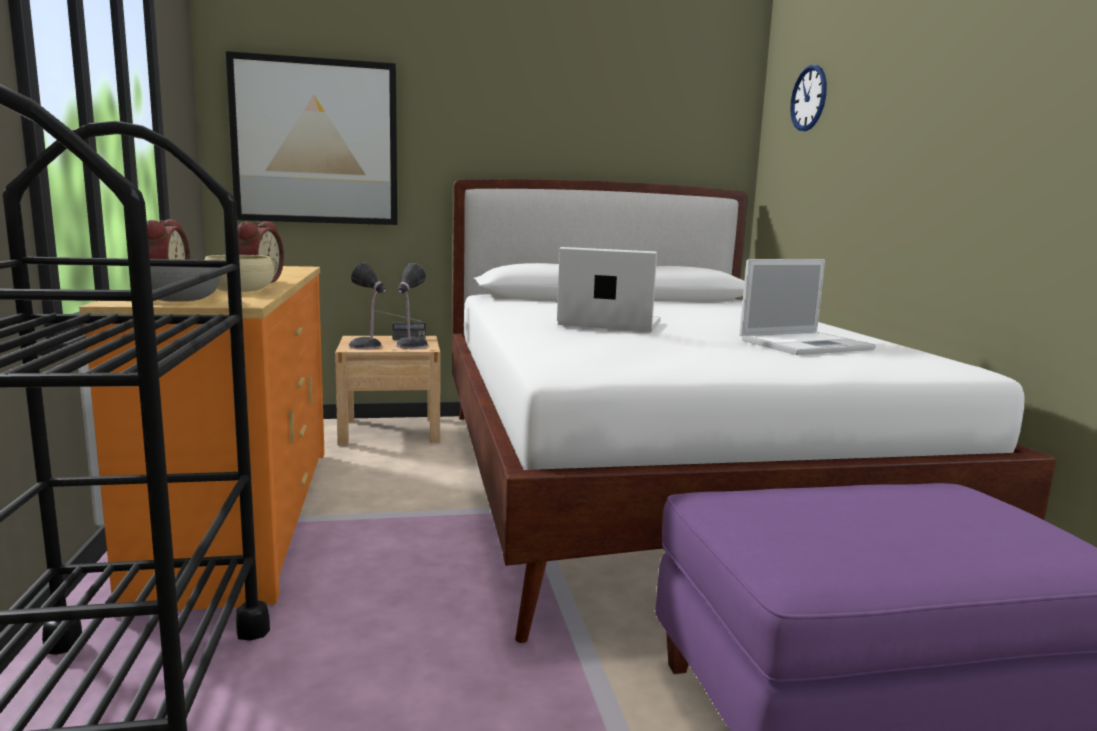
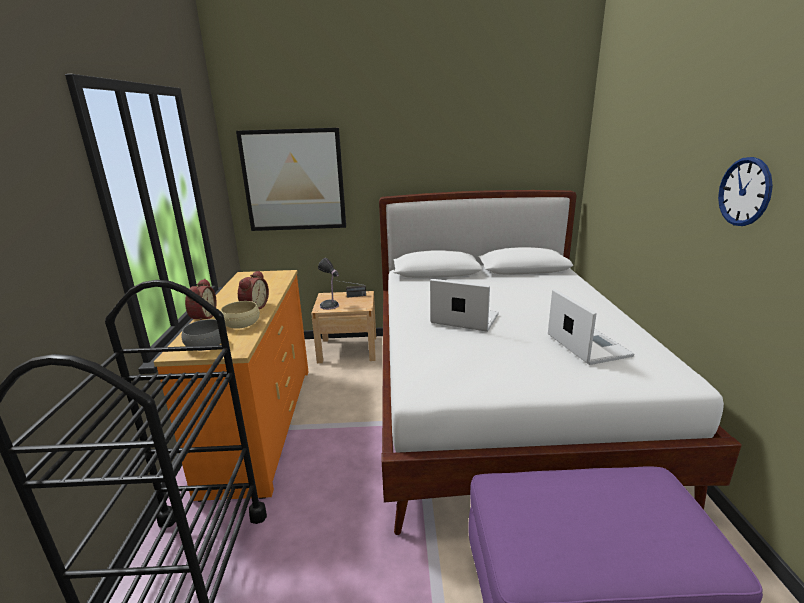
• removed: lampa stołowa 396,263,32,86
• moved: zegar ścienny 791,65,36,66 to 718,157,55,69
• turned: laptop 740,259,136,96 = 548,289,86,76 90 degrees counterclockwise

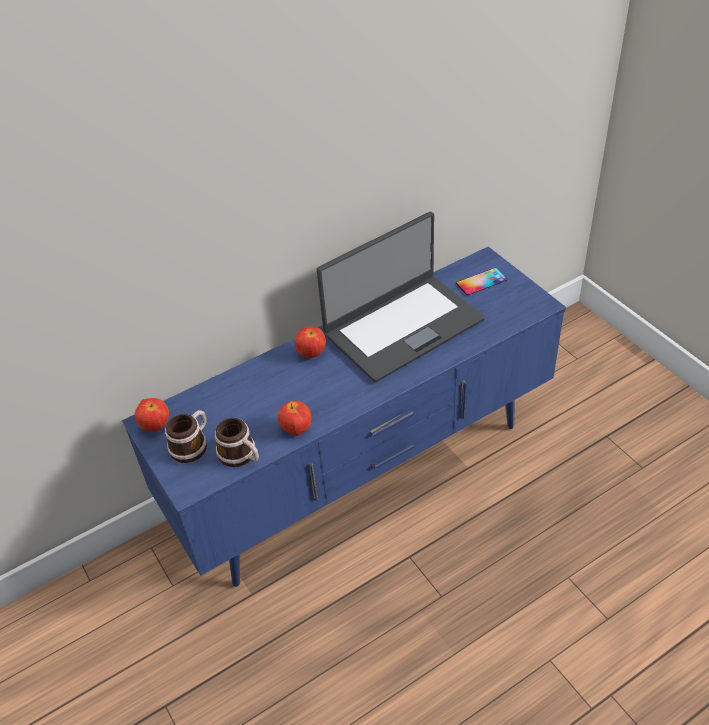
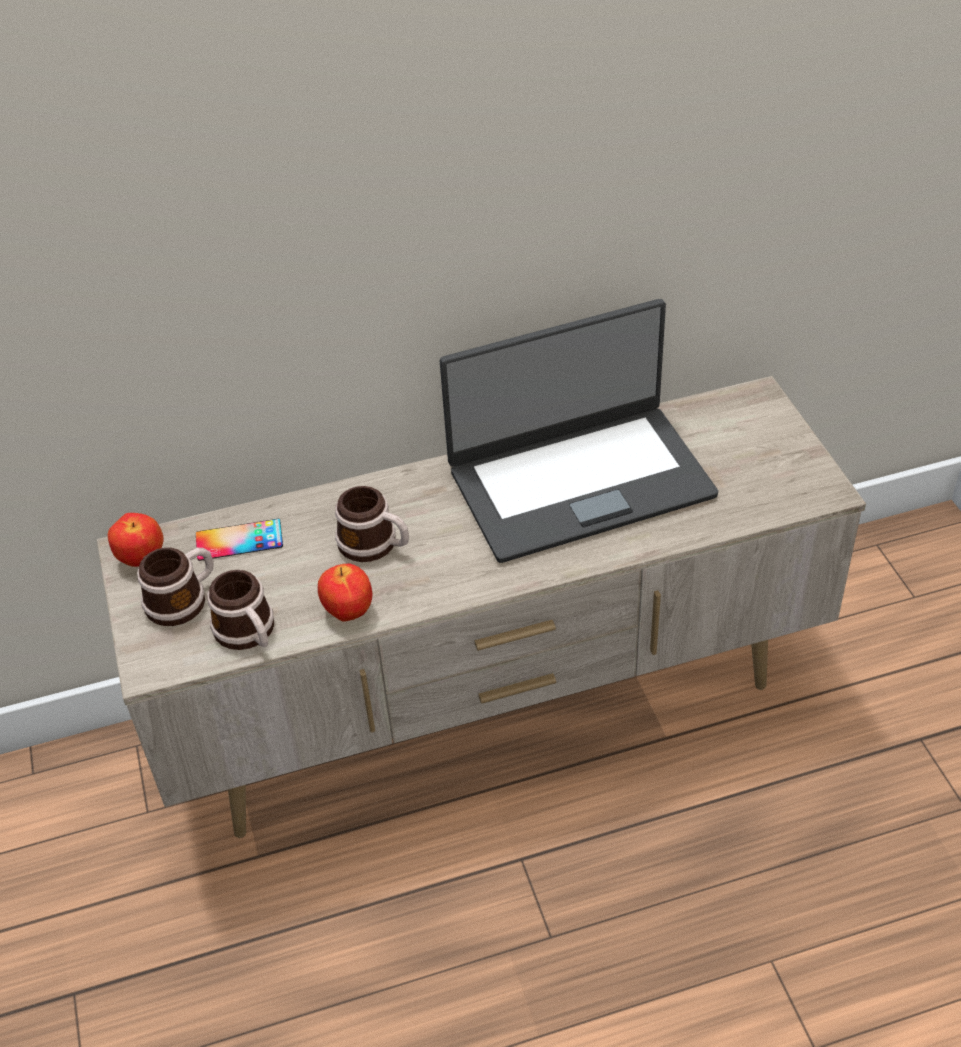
• removed: jabłko 295,326,31,32
• added: kubek 335,486,74,76
• moved: telefon 456,268,51,27 to 196,519,87,42
• recoloured: szafka pod telewizor (niebieski) 122,246,444,341 to szafka pod telewizor (beżowy) 97,376,769,462

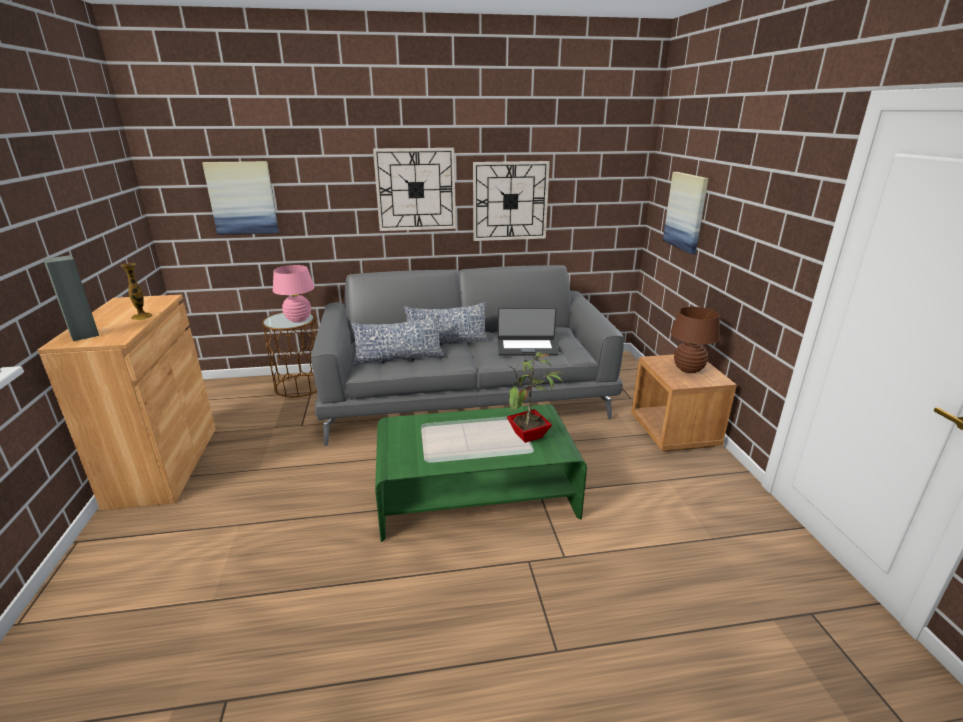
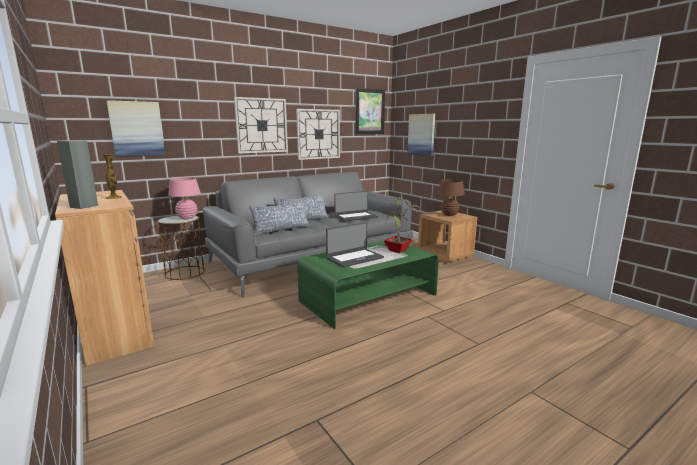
• added: laptop 326,222,58,45
• added: obraz 355,88,30,46

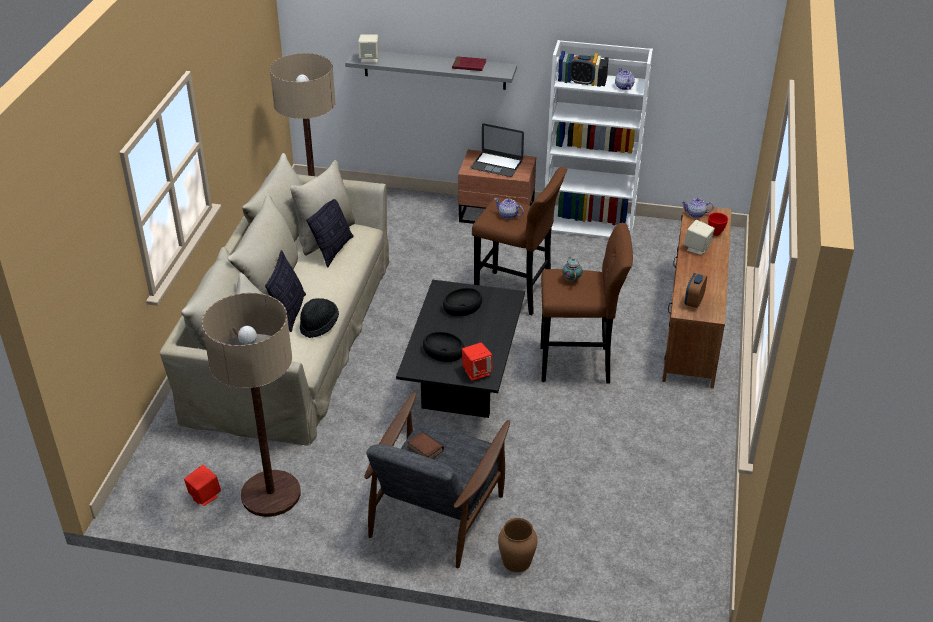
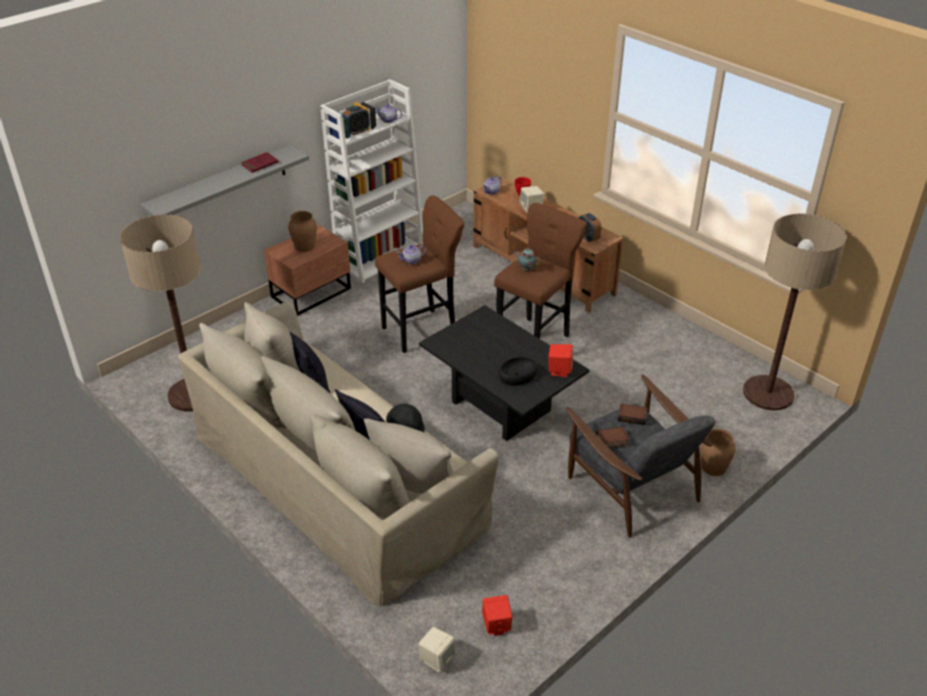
• removed: miska (czarny) 443,288,39,28
• added: książka 618,404,30,21
• moved: lampa stojąca 202,293,99,224 to 743,214,104,197
• moved: głośnik (beżowy) 358,34,21,29 to 418,627,38,45
• replaced: laptop 470,124,54,53 to wazon (brązowy) 288,211,29,41

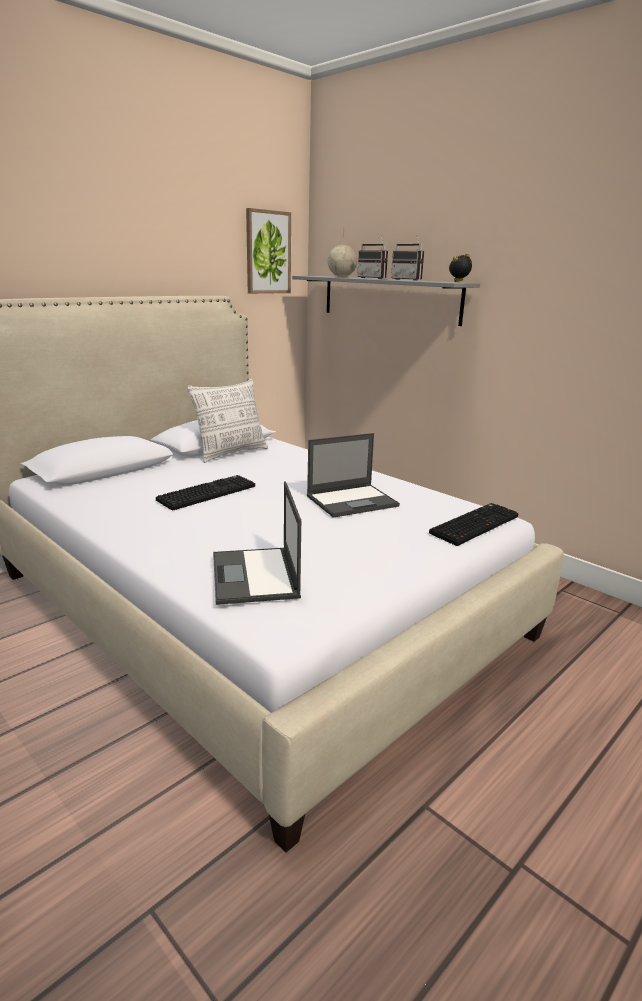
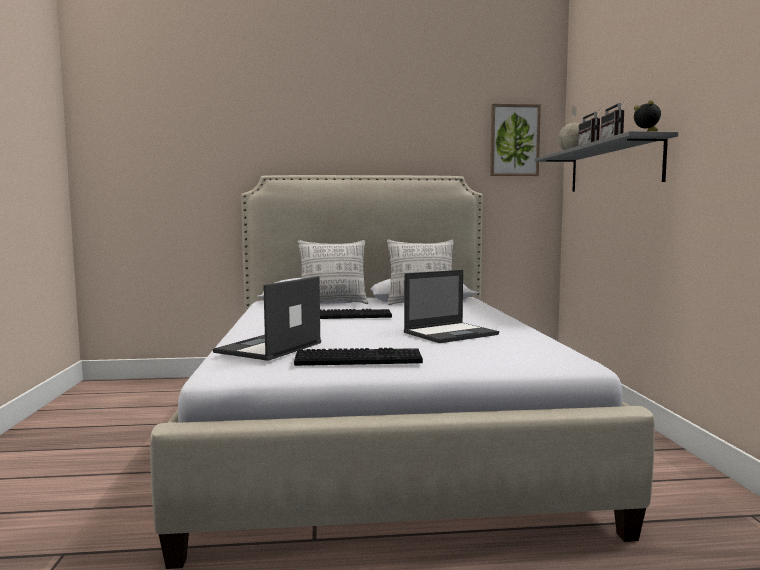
• added: poduszka 298,240,70,64
• moved: klawiatura 429,503,90,43 to 294,348,129,18
• turned: laptop 307,433,93,85 = 404,270,95,73 45 degrees counterclockwise

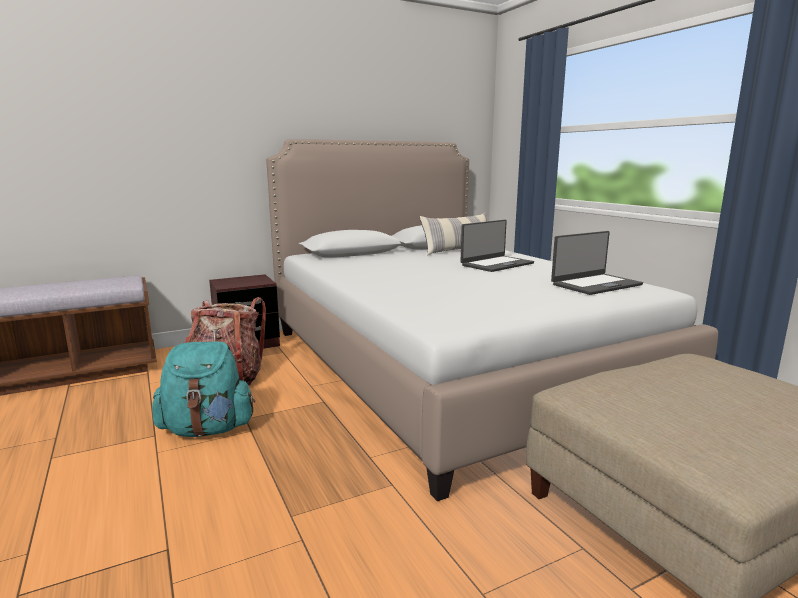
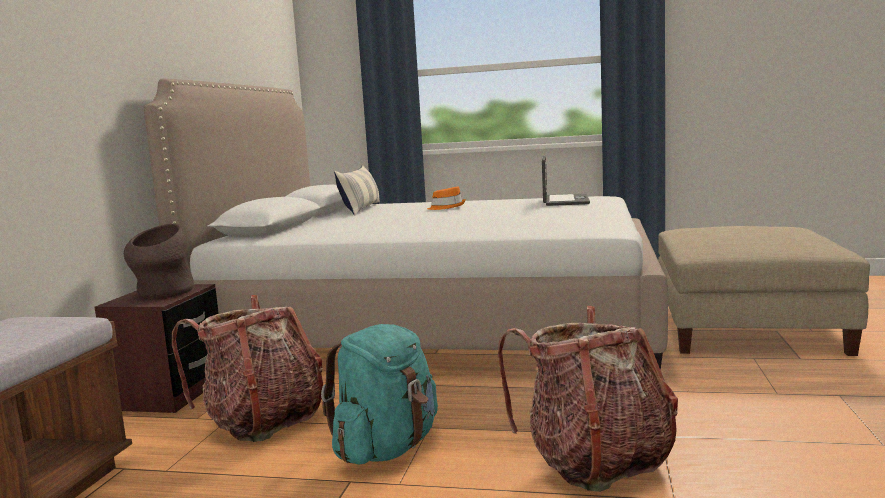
• added: wazon (brązowy) 124,224,70,74
• added: plecak 498,306,180,186
• replaced: laptop 461,220,73,52 to kapelusz (pomarańczowy) 427,187,39,23

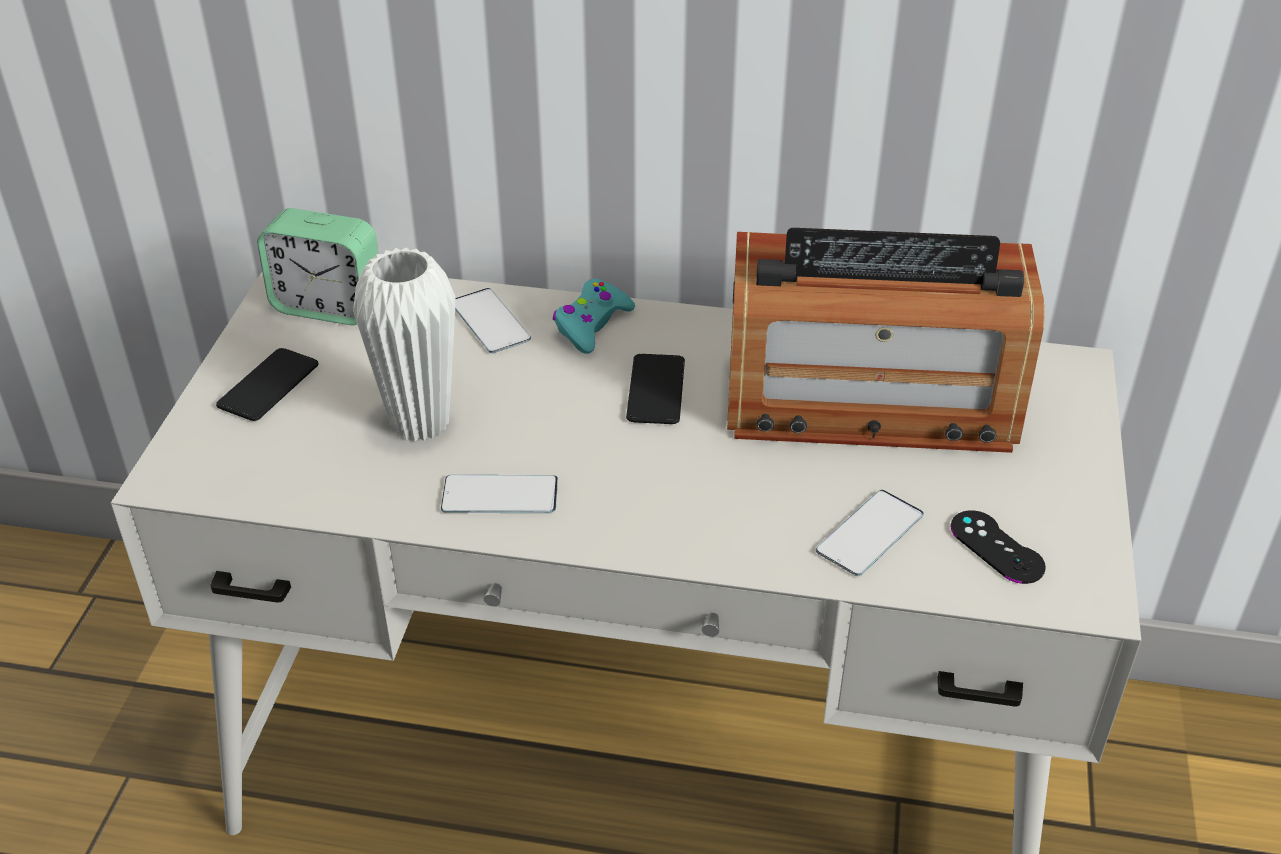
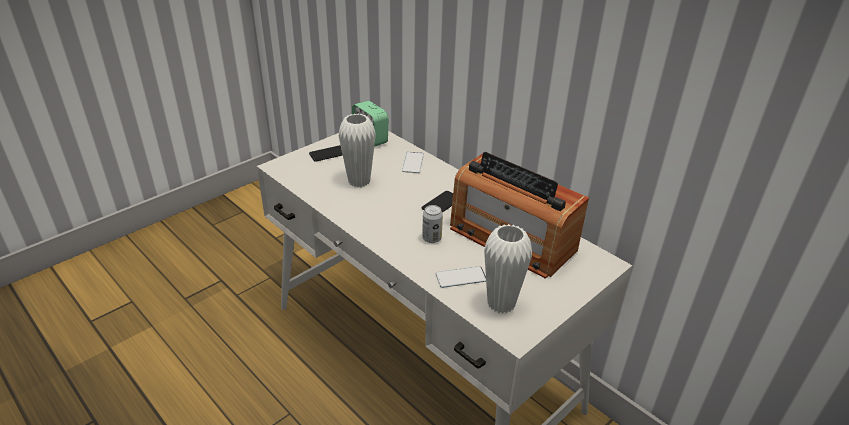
• removed: telefon 441,475,117,38
• removed: pad do gier (turkusowy) 553,279,82,75
• added: puszka 422,205,21,38
• replaced: pad do gier (czarny) 951,511,95,73 to wazon (biały) 484,224,48,90

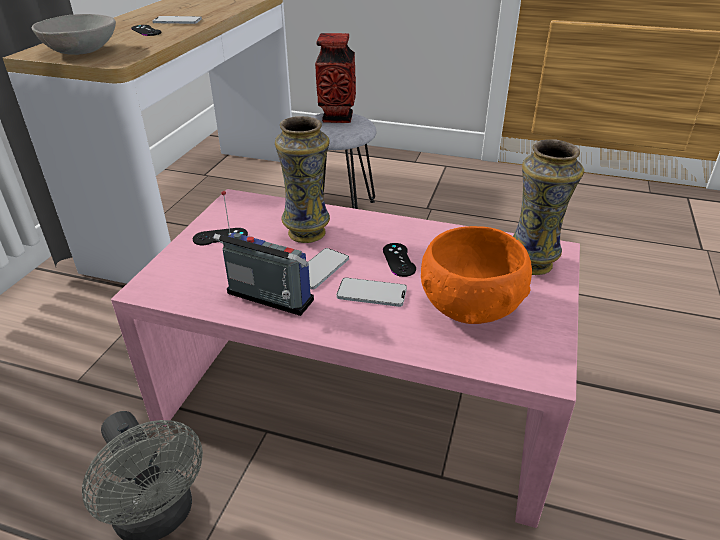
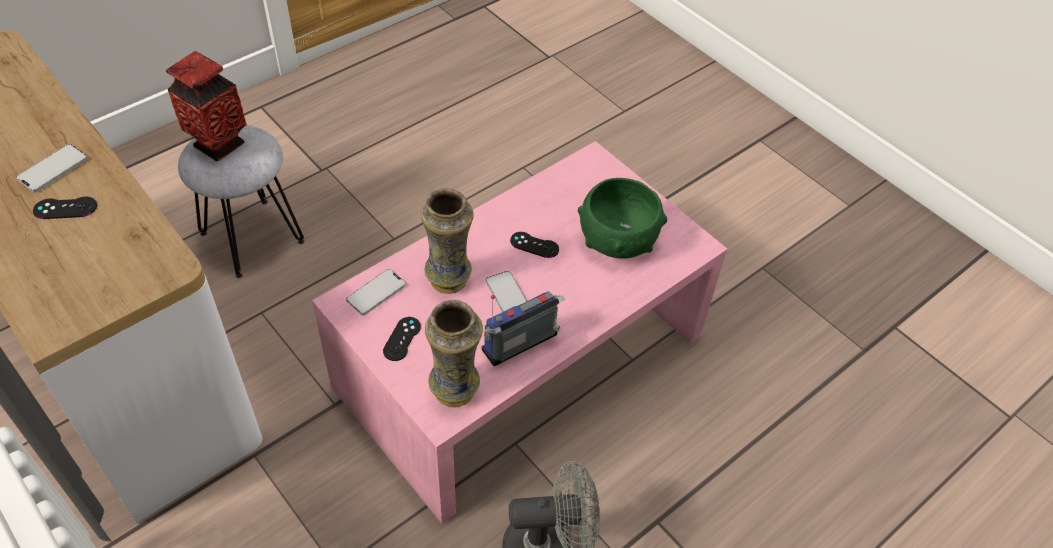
• removed: miska (szary) 32,14,84,41
• moved: telefon 336,278,71,29 to 346,269,60,47
• moved: wazon 513,139,71,136 to 425,300,58,107
• recoloured: miska (pomarańczowy) 421,226,111,98 to miska (zielony) 578,178,89,81

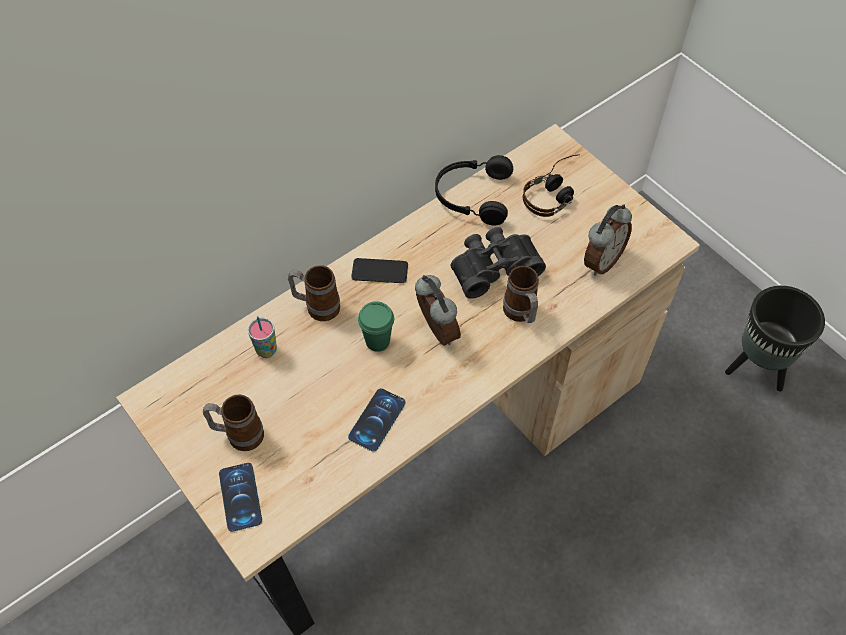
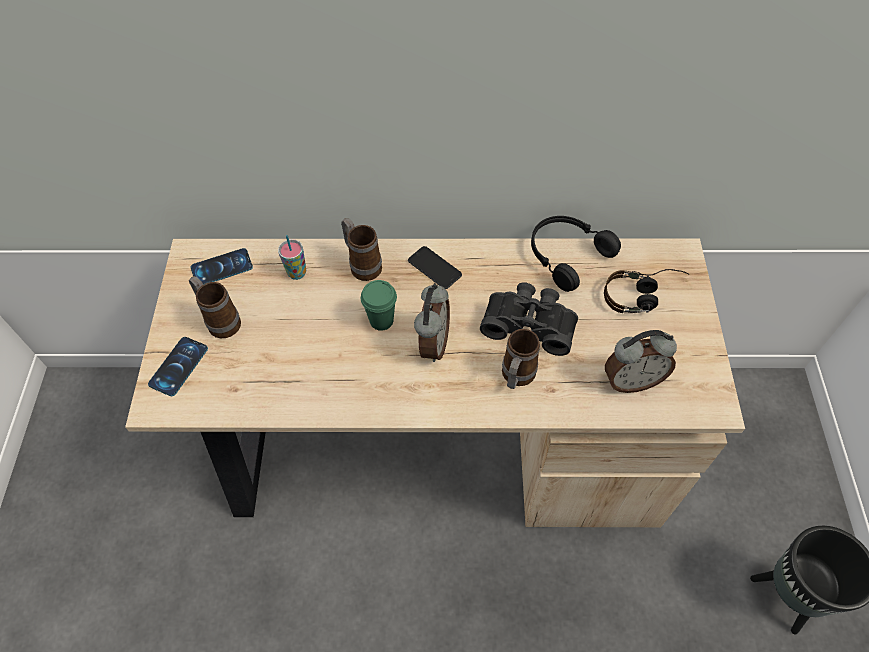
• moved: telefon 348,388,58,64 to 191,248,62,37

